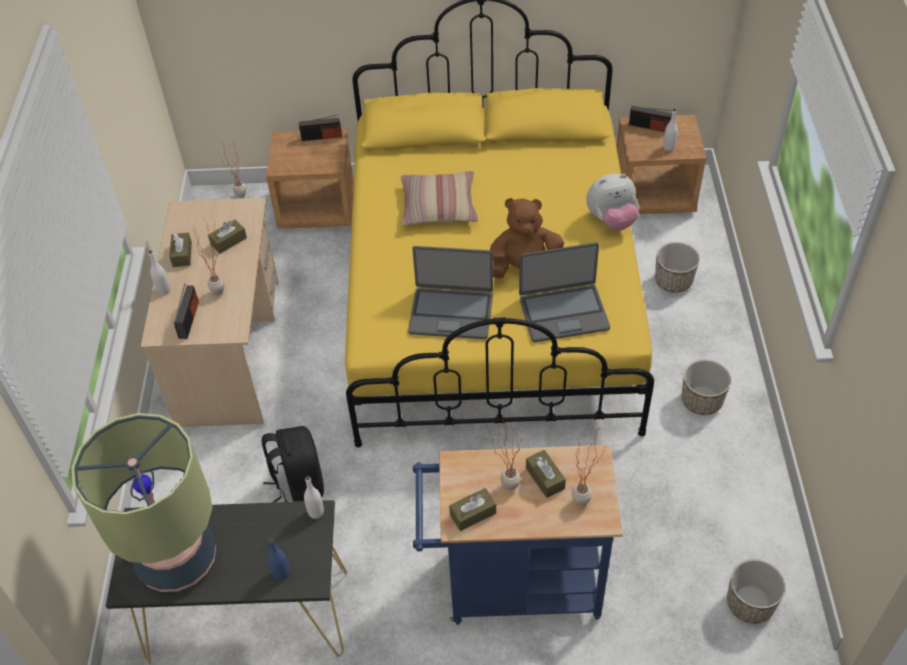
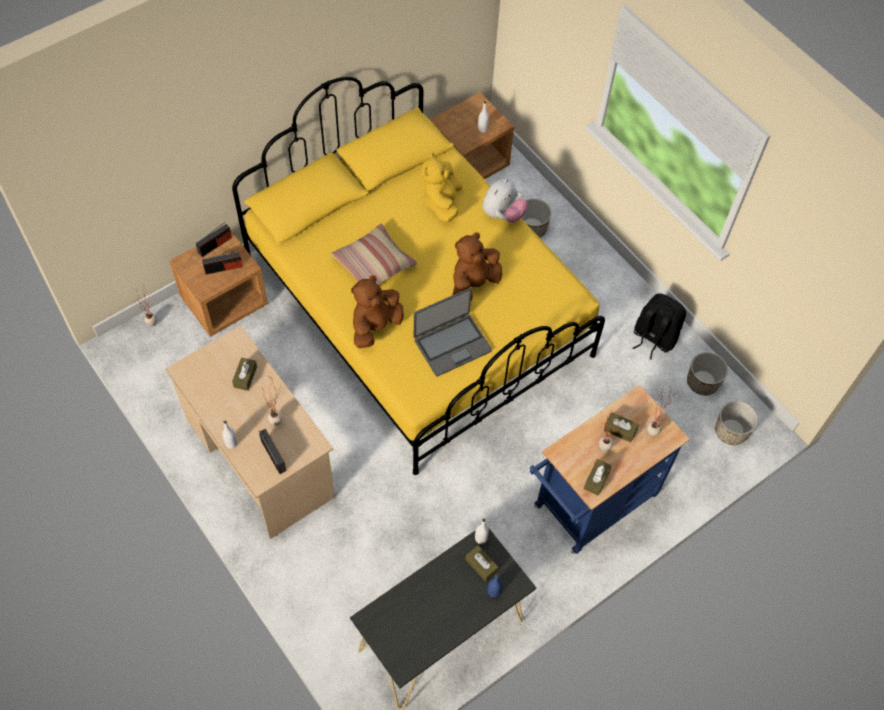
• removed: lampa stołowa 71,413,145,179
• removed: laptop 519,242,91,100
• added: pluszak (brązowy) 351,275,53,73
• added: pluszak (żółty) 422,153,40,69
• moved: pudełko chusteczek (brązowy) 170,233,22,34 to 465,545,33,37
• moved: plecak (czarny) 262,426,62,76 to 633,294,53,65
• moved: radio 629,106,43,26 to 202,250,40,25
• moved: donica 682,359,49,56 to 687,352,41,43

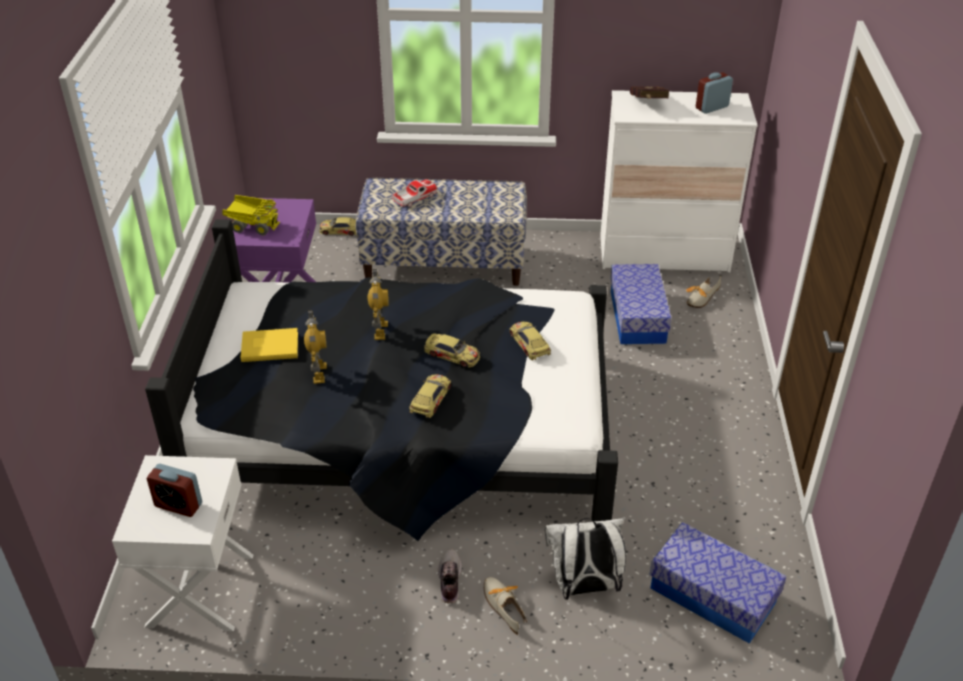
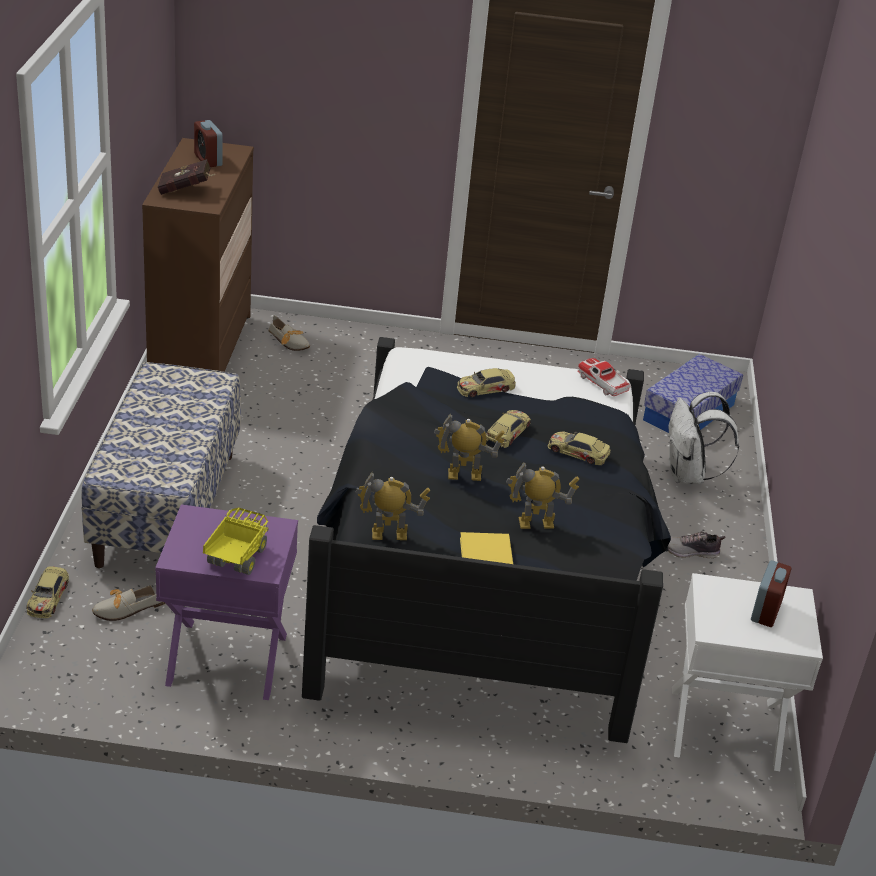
• removed: pojemnik do przechowywania 611,264,61,80
• added: robot zabawkowy 355,472,75,68
• moved: samochodzik 392,179,45,28 to 577,358,54,38
• moved: but 484,577,43,58 to 92,585,74,36
• recoloured: komoda (biały) 600,90,158,183 to komoda (brązowy) 142,138,112,234

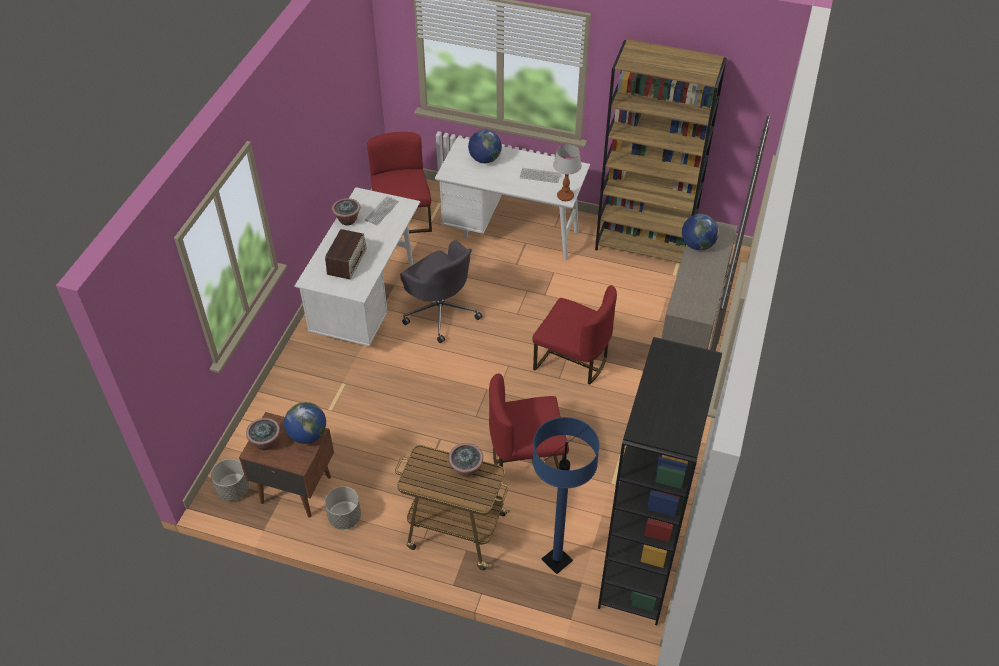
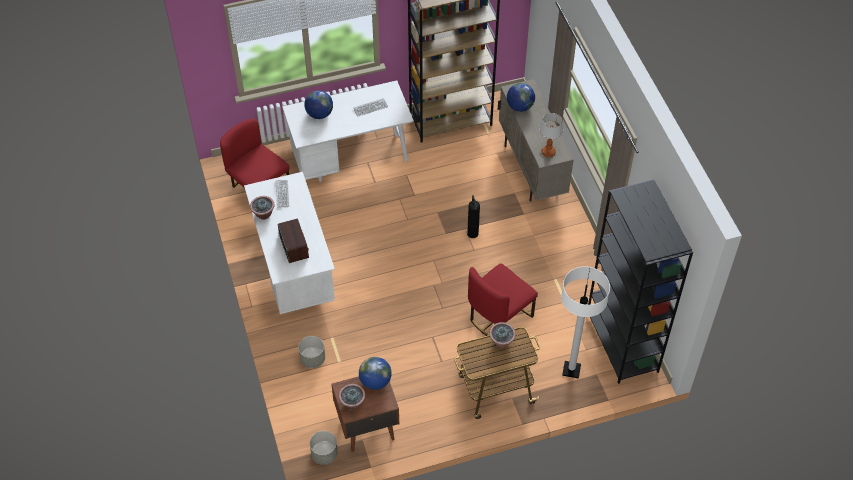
• removed: krzesło biurowe (szary) 400,240,82,103
• moved: donica (szary) 325,486,36,43 to 298,336,27,32
• moved: lampa stołowa 553,144,29,57 to 539,113,24,44
• replaced: krzesło (czerwony) 532,285,85,100 to gaśnica 467,196,13,42
• recoloured: lampa stojąca (niebieski) 532,417,68,157 to lampa stojąca (biały) 561,266,49,113

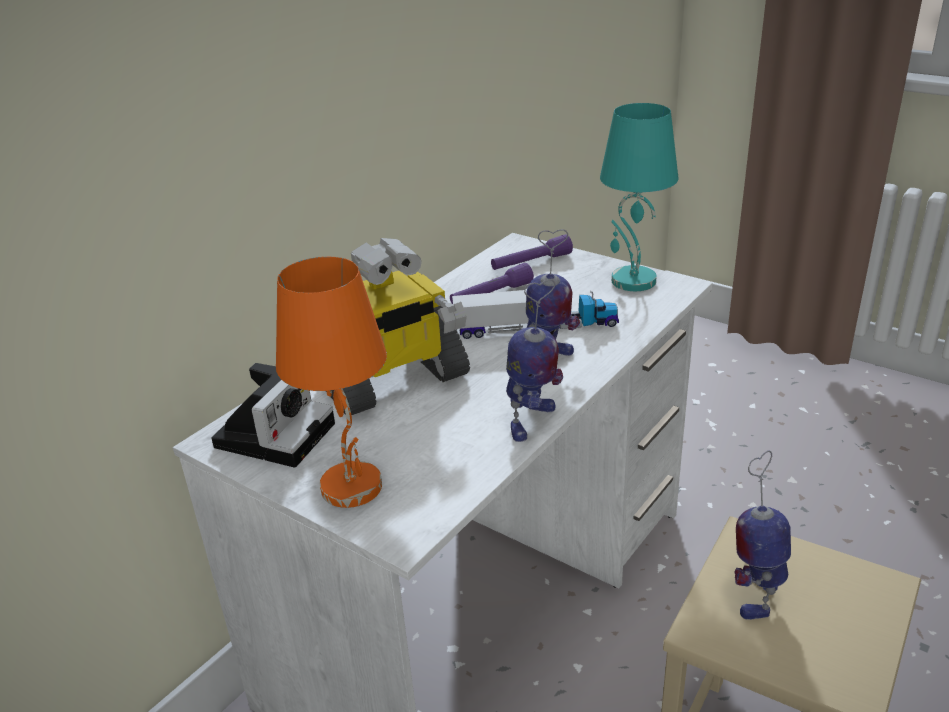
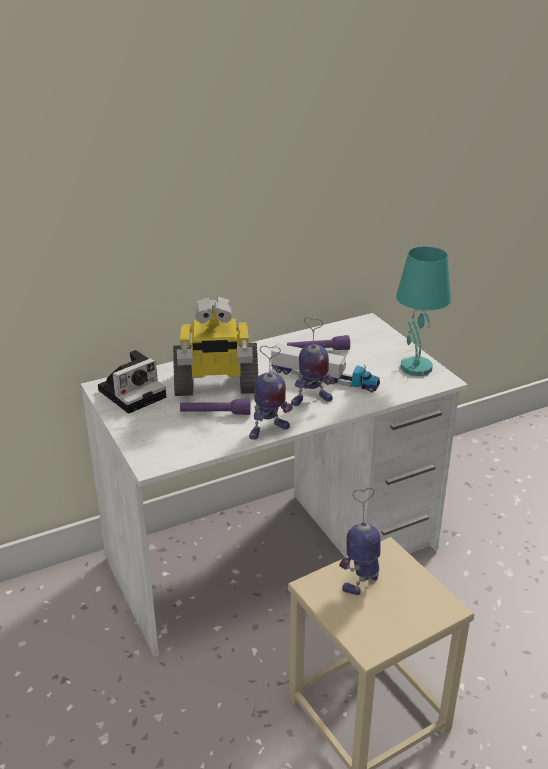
• removed: lampa stołowa (pomarańczowy) 276,257,111,251
• moved: latarka (fioletowy) 491,234,82,36 to 180,398,70,17

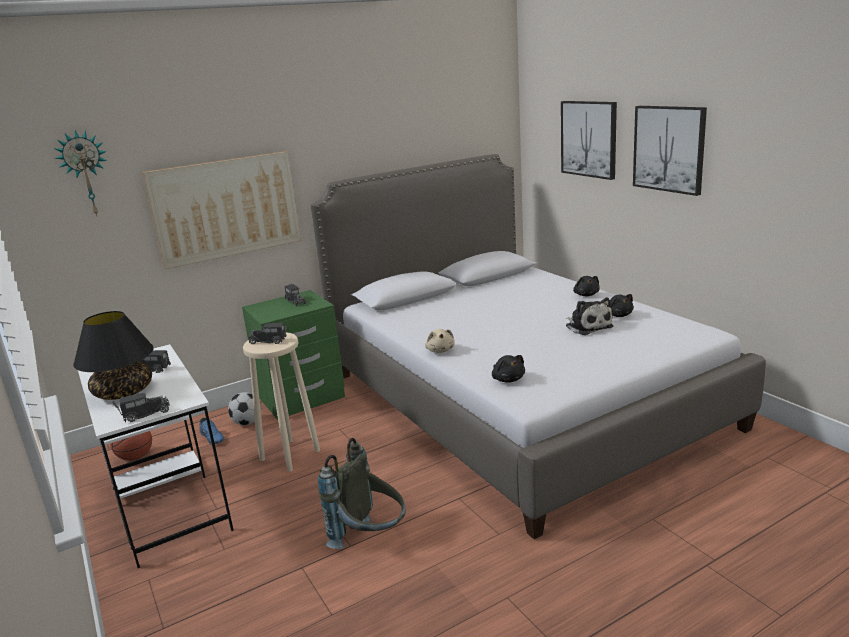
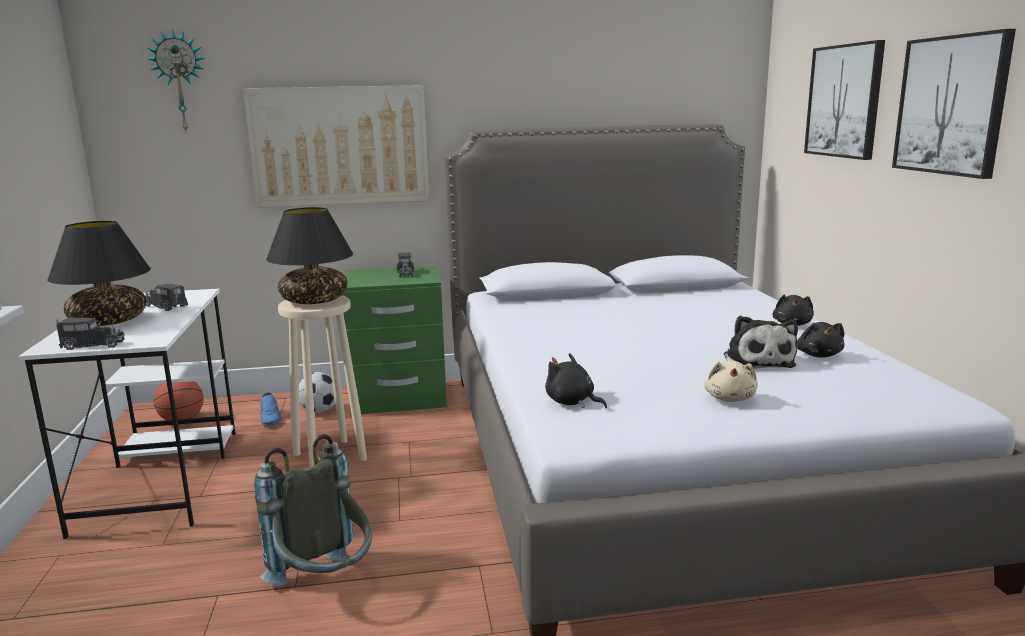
• moved: pluszak (beżowy) 425,329,30,24 to 704,361,54,41
• replaced: ciężarówka zabawkowa 248,323,39,21 to lampa stołowa (czarny) 266,207,88,97
• turned: pluszak (czarny) 492,355,33,28 = 545,353,62,55 135 degrees clockwise

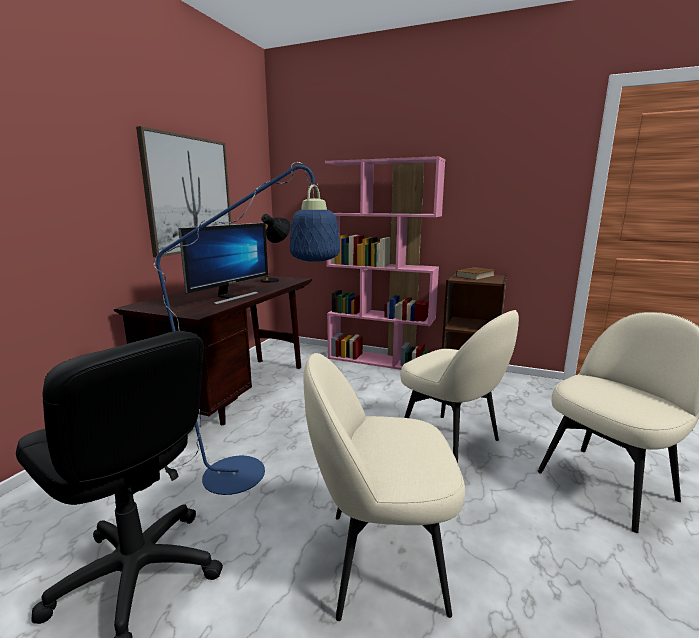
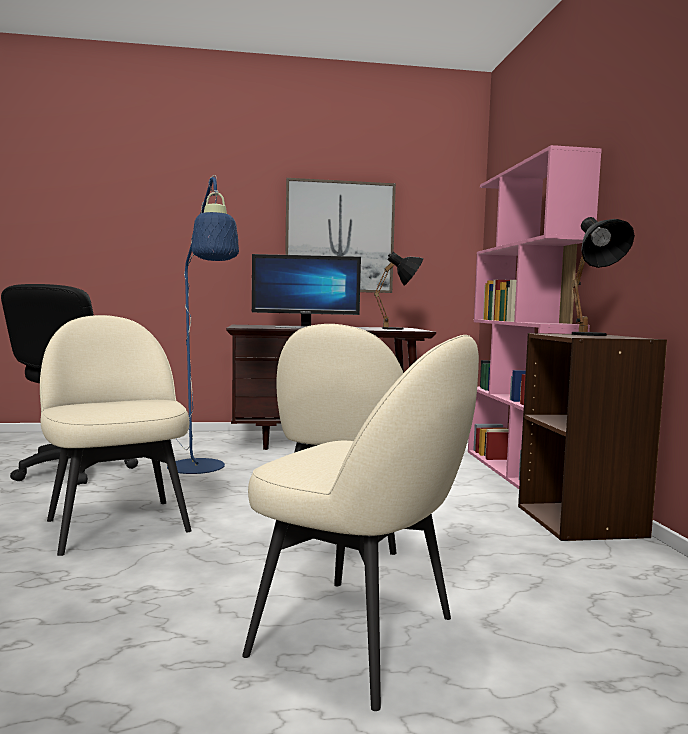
• replaced: książka (brązowy) 456,267,39,13 to lampa stołowa (czarny) 572,217,63,119

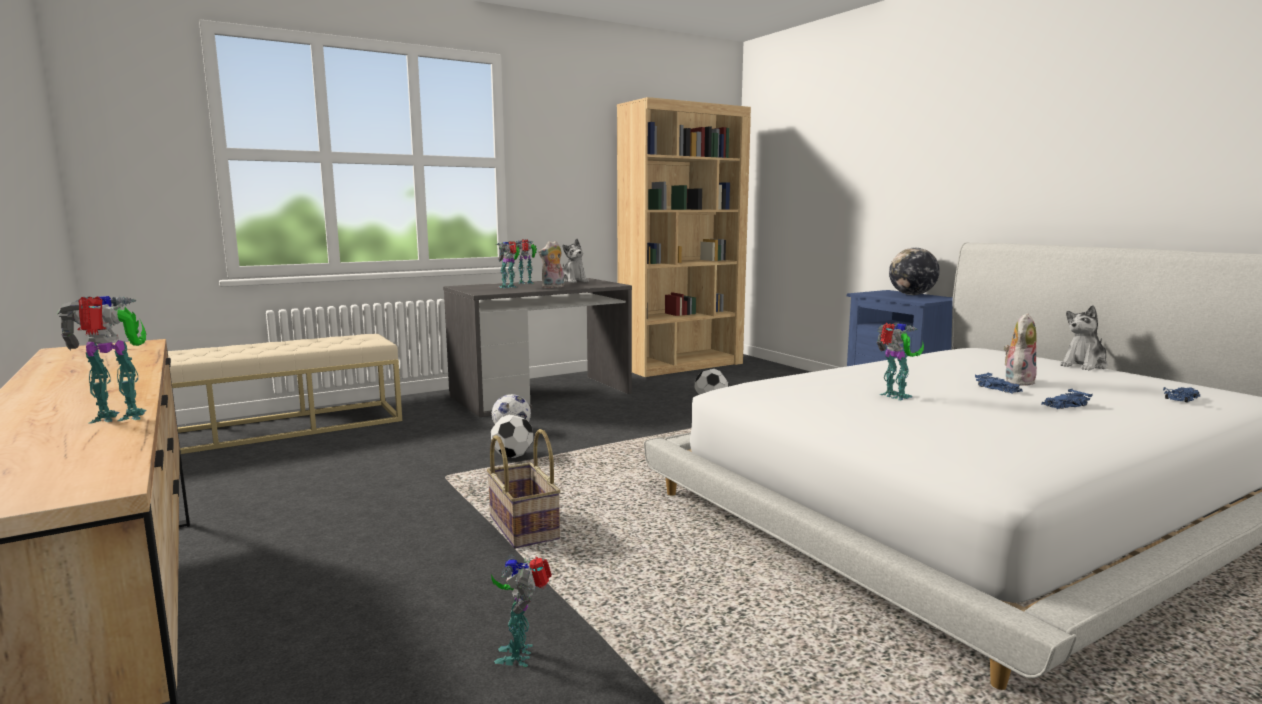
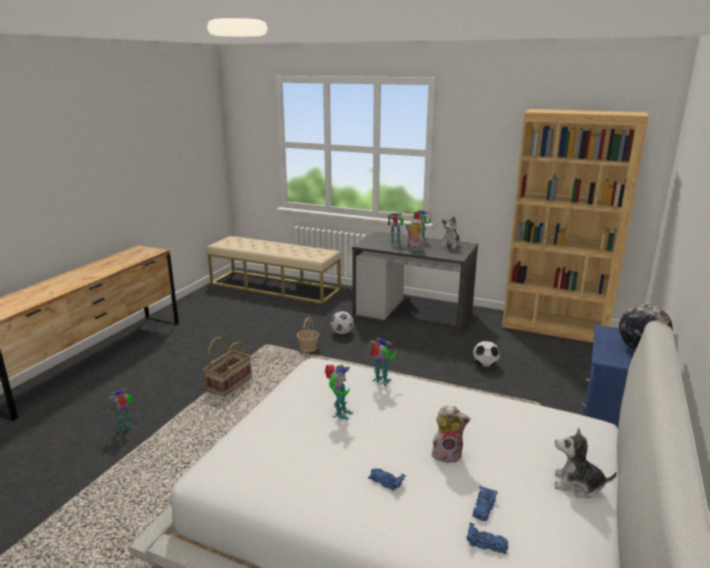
• moved: robot zabawkowy 57,295,90,128 to 368,337,28,49
• moved: samochodzik (niebieski) 975,372,48,22 to 472,486,26,36
• replaced: piłka futbolowa 491,415,42,43 to koszyk 297,317,22,35

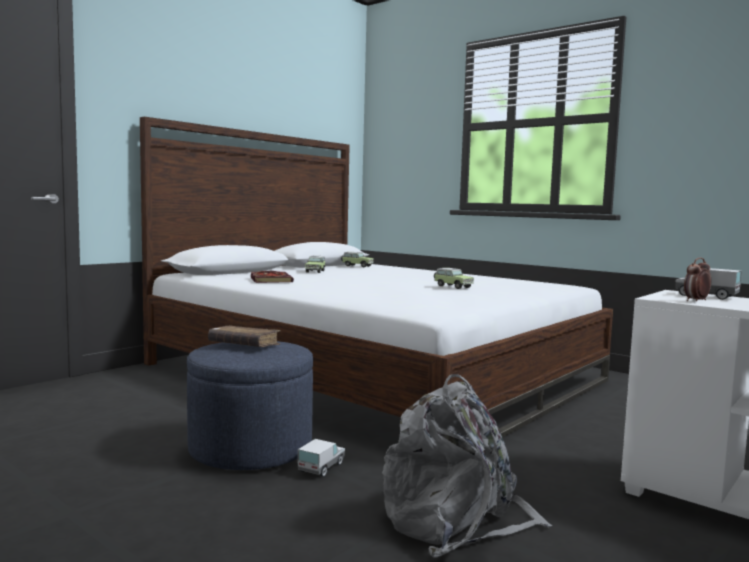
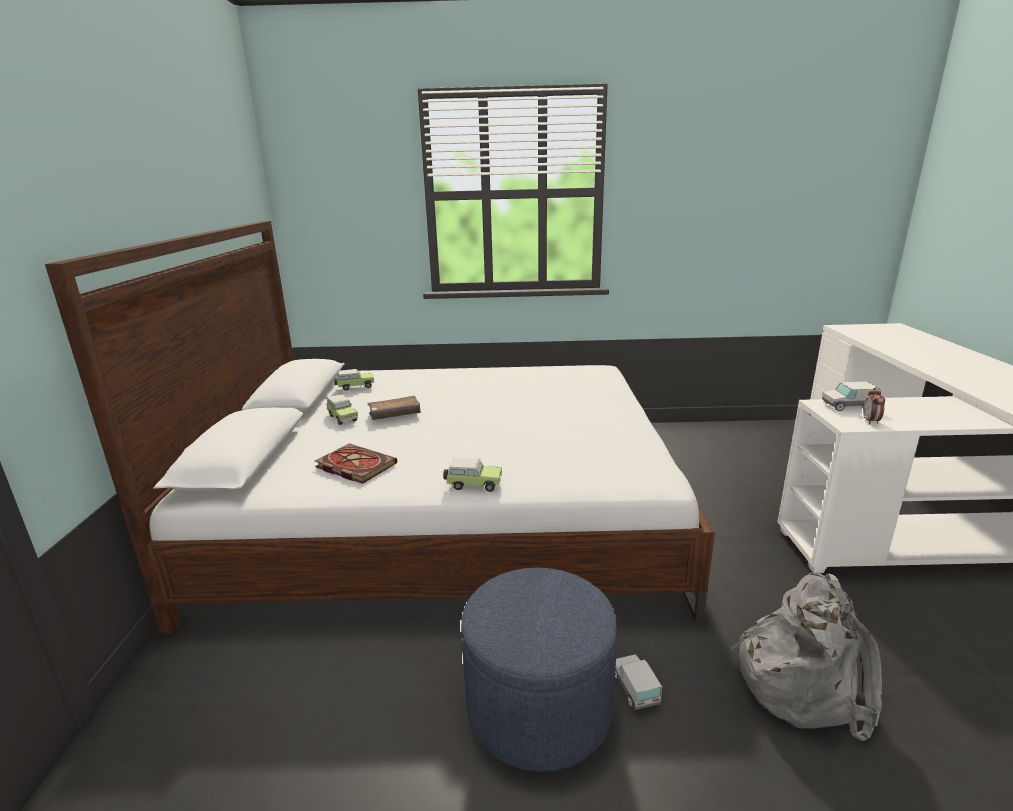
• moved: książka (brązowy) 208,325,72,22 to 367,396,54,24
• moved: samochodzik 434,268,40,21 to 443,458,59,34

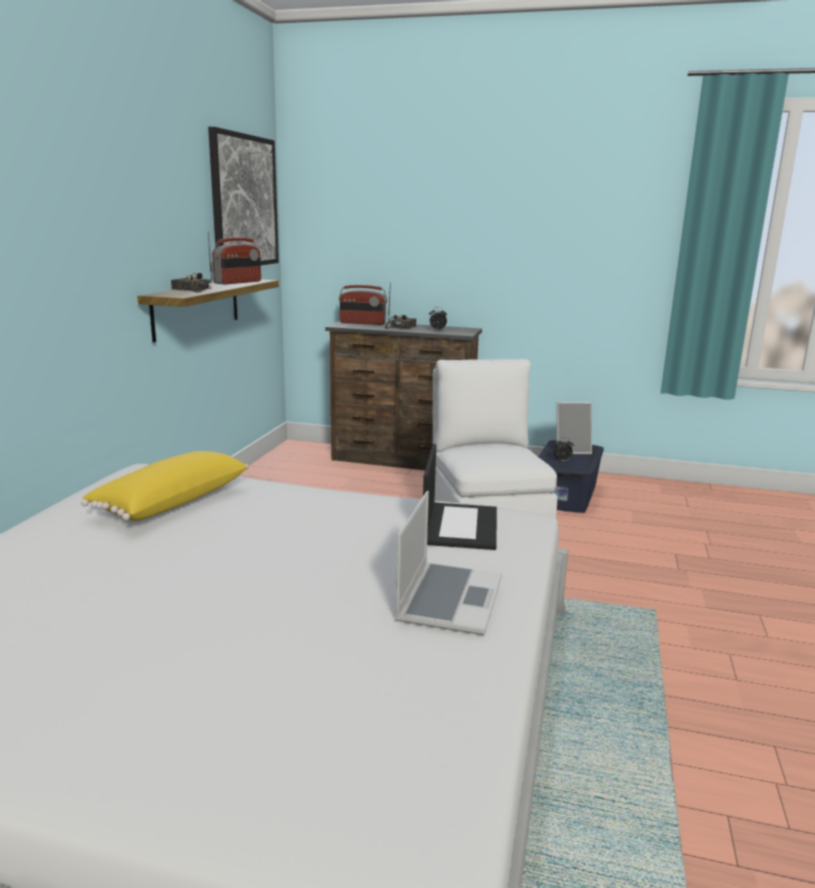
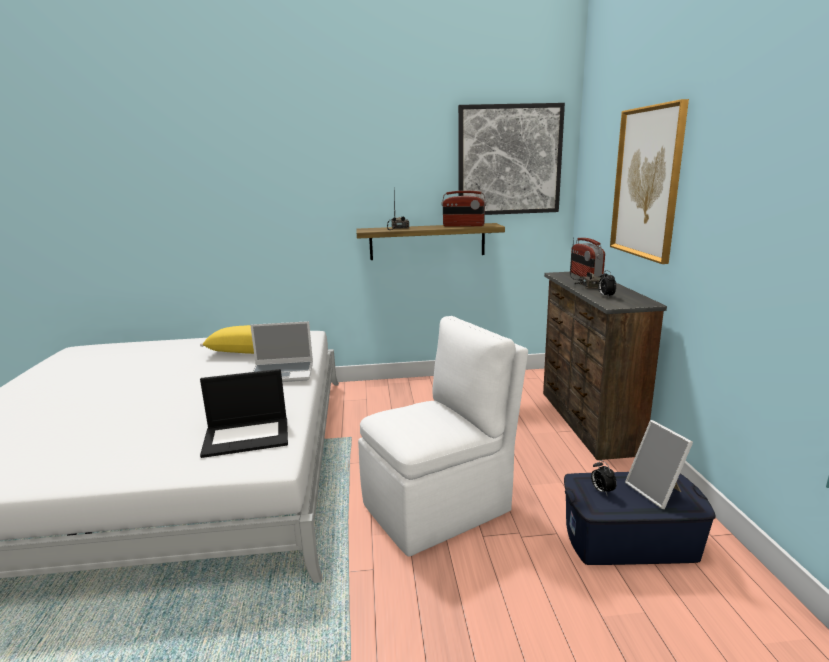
• added: obraz 610,99,79,165
• moved: laptop 395,491,107,144 to 250,321,63,61

